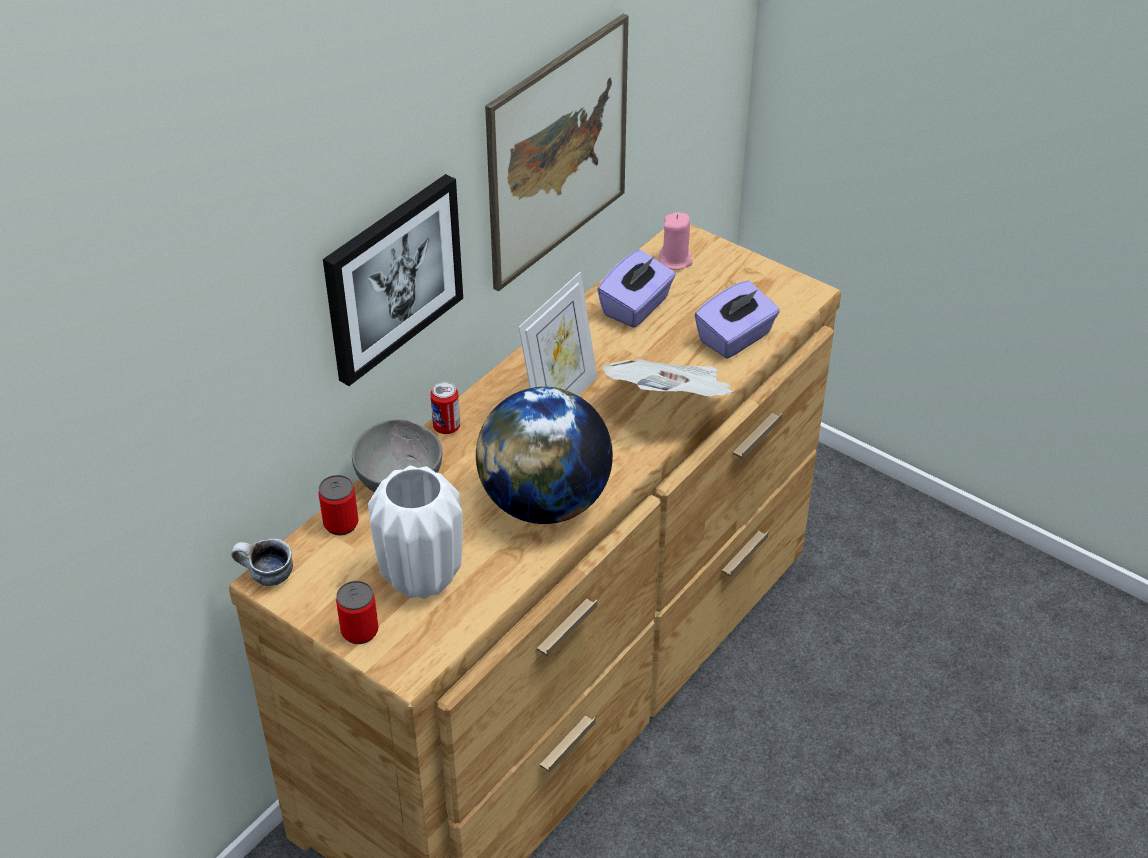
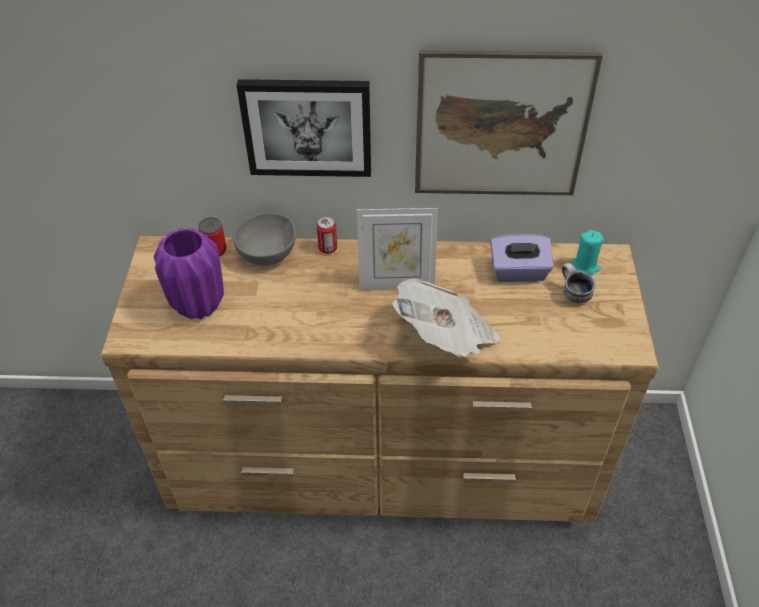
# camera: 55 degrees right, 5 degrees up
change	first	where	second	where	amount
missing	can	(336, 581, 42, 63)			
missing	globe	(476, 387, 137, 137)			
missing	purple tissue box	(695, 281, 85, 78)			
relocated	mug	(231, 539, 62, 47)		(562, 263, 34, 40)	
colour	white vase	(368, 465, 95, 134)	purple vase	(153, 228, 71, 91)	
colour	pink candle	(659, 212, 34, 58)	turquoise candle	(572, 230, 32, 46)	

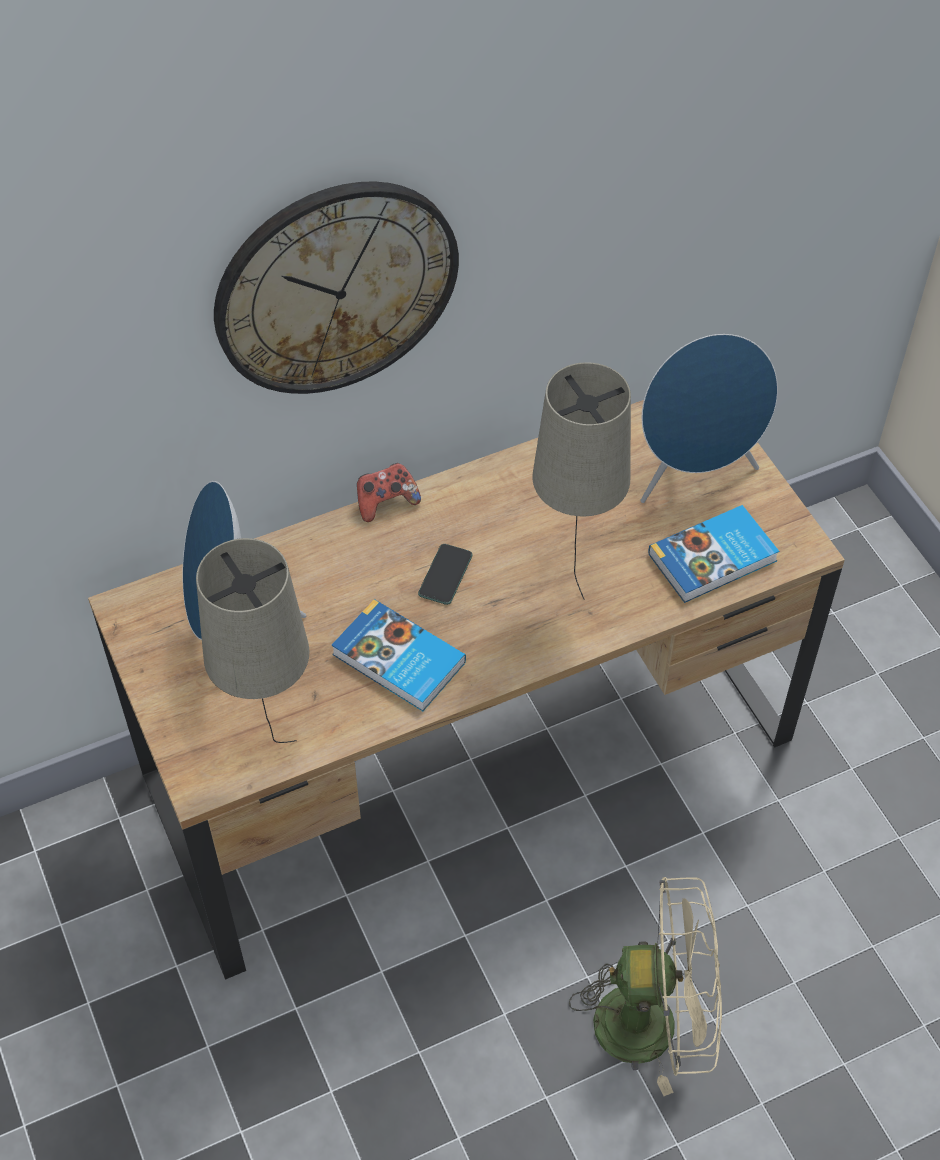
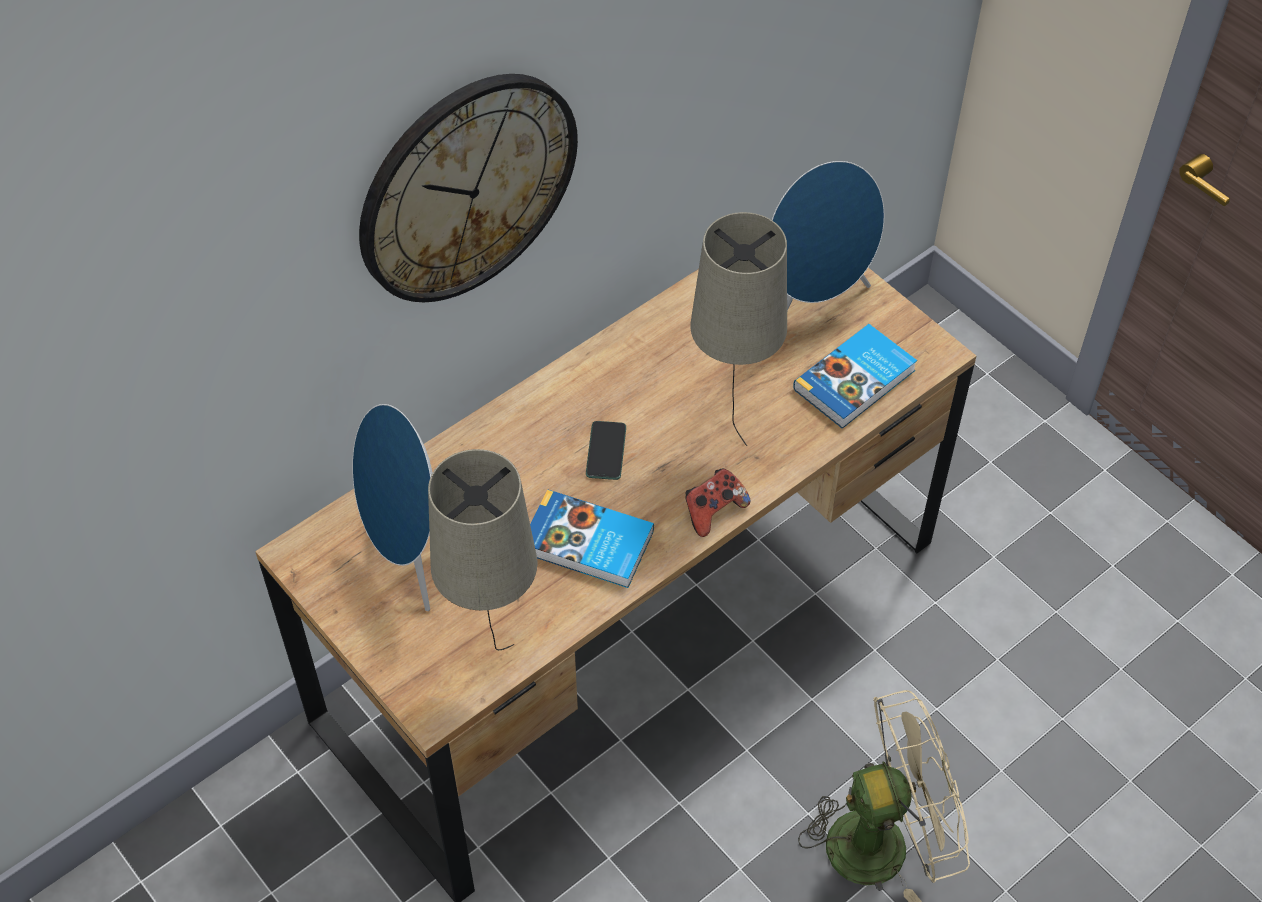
# camera: 15 degrees left, 0 degrees up
change	first	where	second	where	amount
relocated	game controller	(357, 463, 64, 59)		(685, 468, 65, 69)	

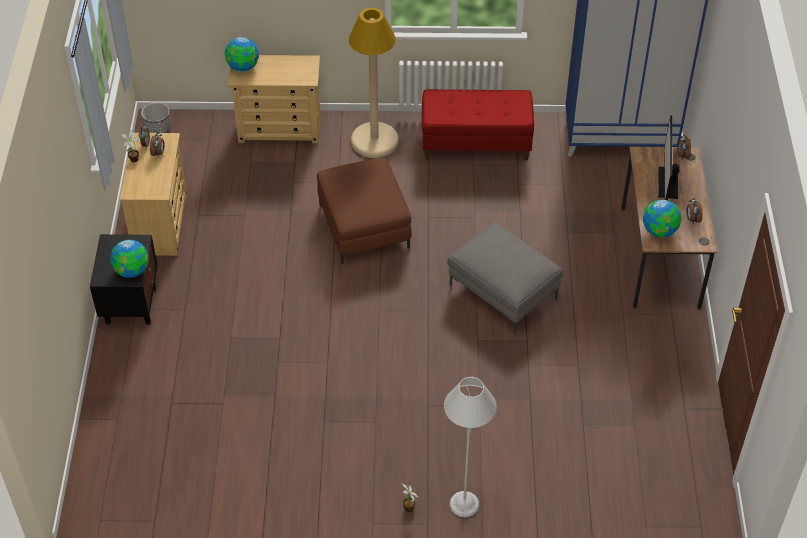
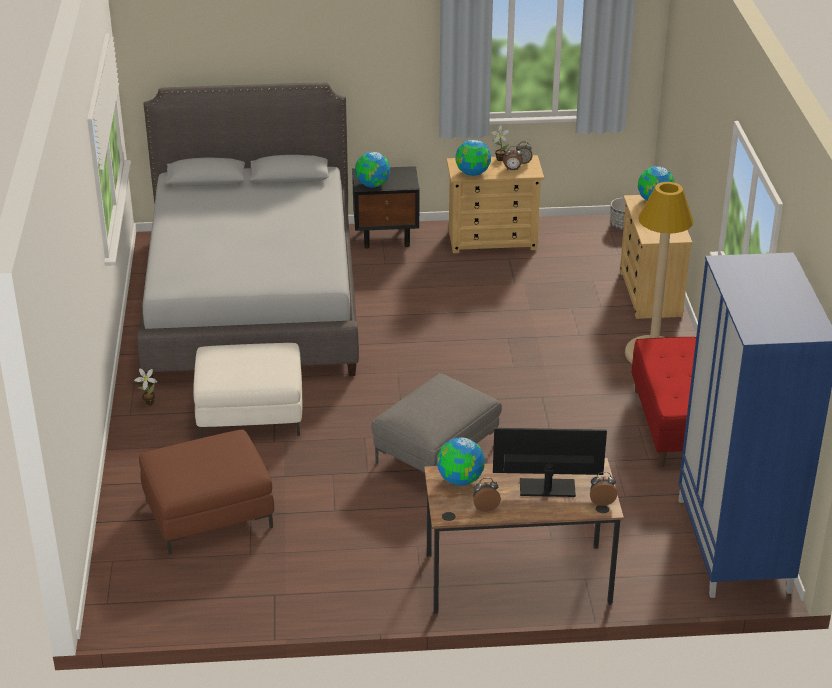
# camera: 85 degrees right, 15 degrees down
change	first	where	second	where	amount
missing	grey floor lamp	(444, 377, 53, 141)			
appeared			grey bed	(137, 82, 222, 303)	
appeared			white ottoman	(193, 343, 109, 95)	
appeared			globe	(456, 140, 35, 36)	
relocated	brown ottoman	(317, 157, 94, 107)		(139, 430, 135, 125)	

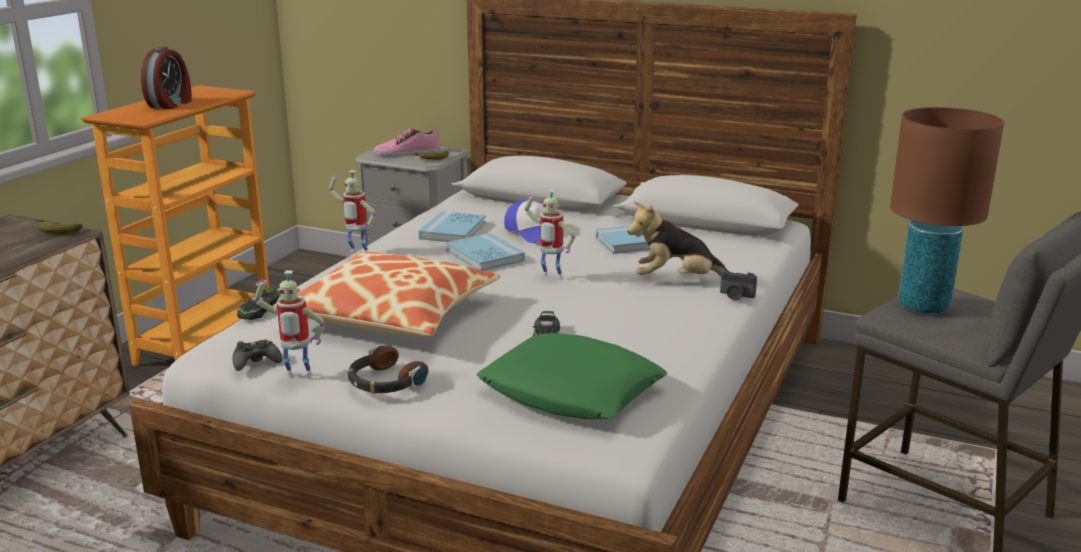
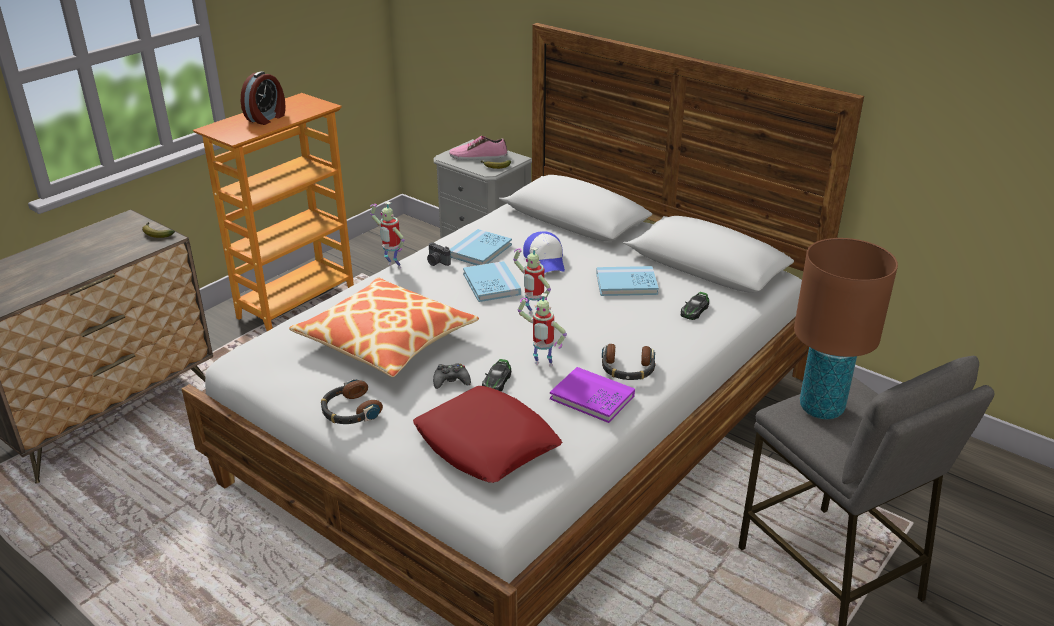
# camera: 15 degrees right, 10 degrees up
change	first	where	second	where	amount
missing	plush toy	(627, 201, 103, 75)			
appeared			purple book	(550, 367, 85, 56)	
appeared			headphones	(602, 344, 54, 36)	
relocated	black game controller	(233, 339, 50, 32)		(433, 364, 38, 25)	
relocated	toy car	(237, 288, 42, 32)		(681, 292, 28, 28)	
relocated	toy robot	(254, 271, 71, 104)		(518, 293, 49, 74)	
relocated	photo camera	(720, 271, 37, 29)		(427, 242, 24, 24)	
colour	green pillow	(477, 333, 190, 86)	red pillow	(413, 386, 149, 97)	

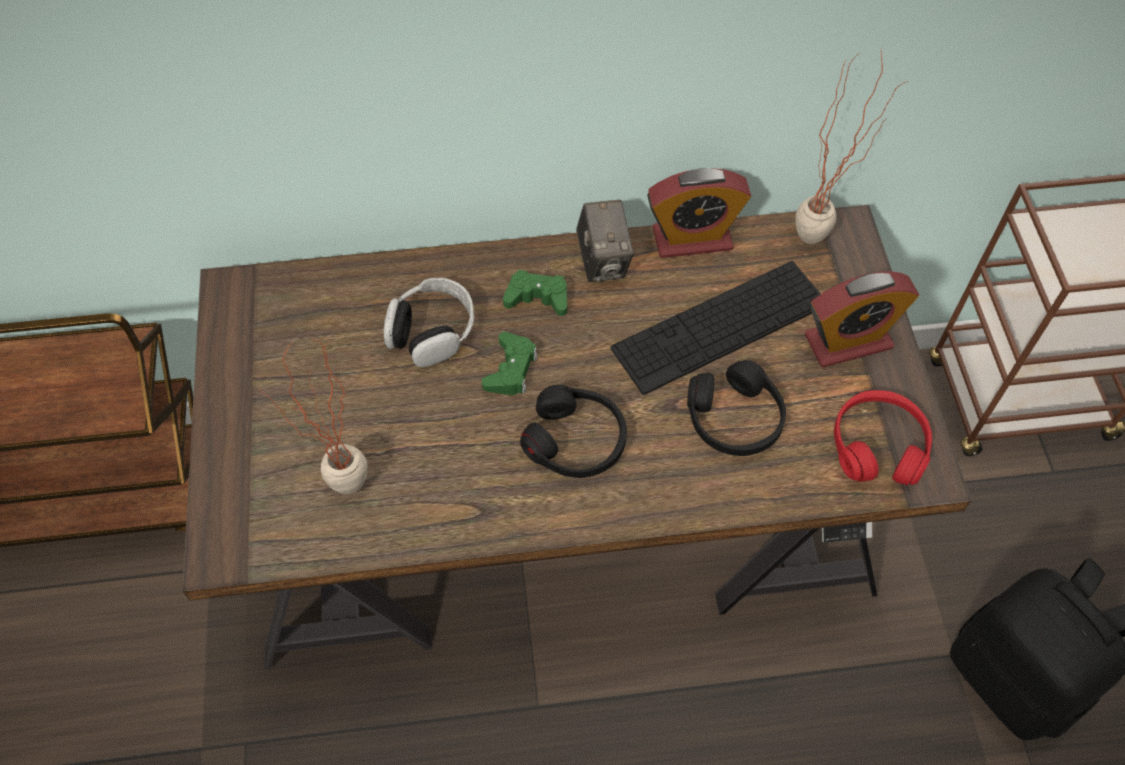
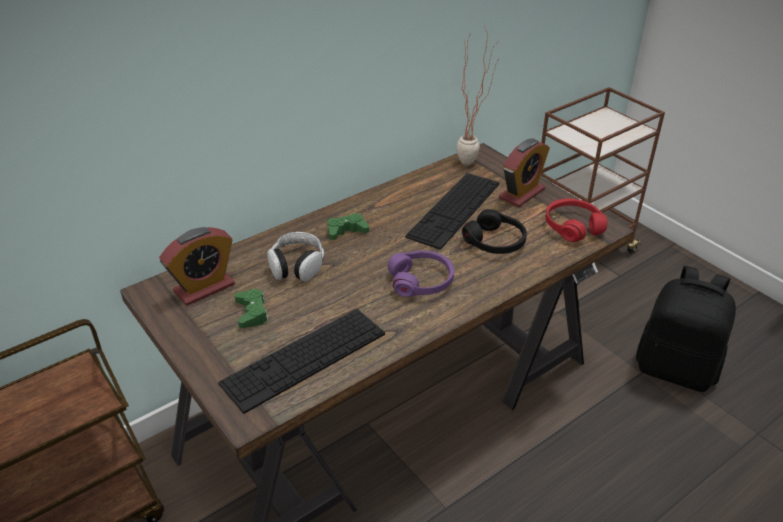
# camera: 30 degrees left, 20 degrees down
change	first	where	second	where	amount
missing	photo camera	(576, 200, 58, 82)			
relocated	green game controller	(482, 332, 56, 63)		(234, 289, 35, 39)	
relocated	alarm clock	(647, 168, 104, 90)		(159, 227, 76, 79)	
exchanged	potted plant	(258, 339, 110, 156)	keyboard	(218, 309, 167, 105)	
colour	black headphones	(520, 385, 107, 93)	purple headphones	(388, 251, 66, 46)	

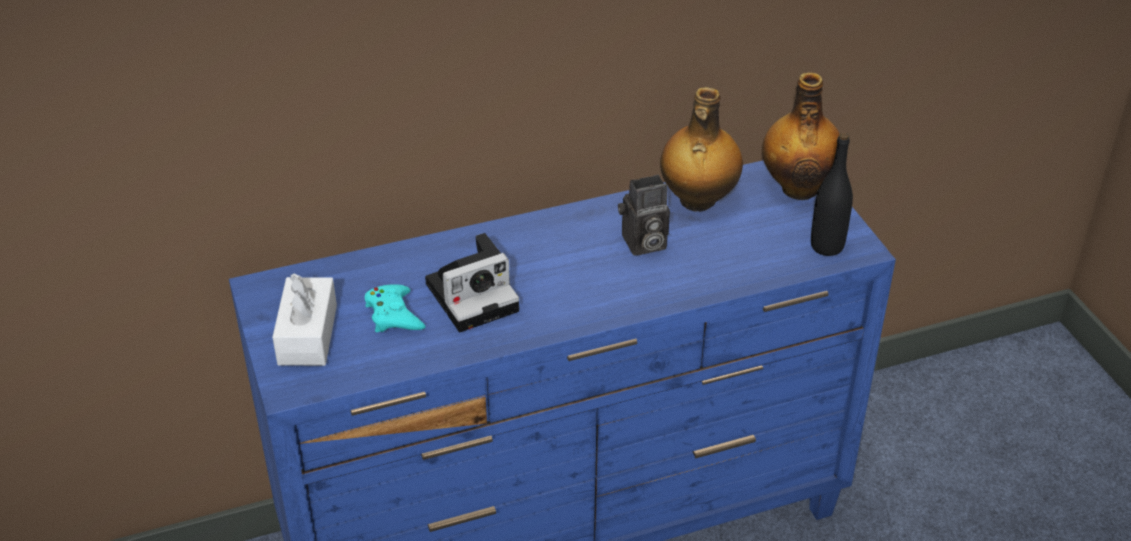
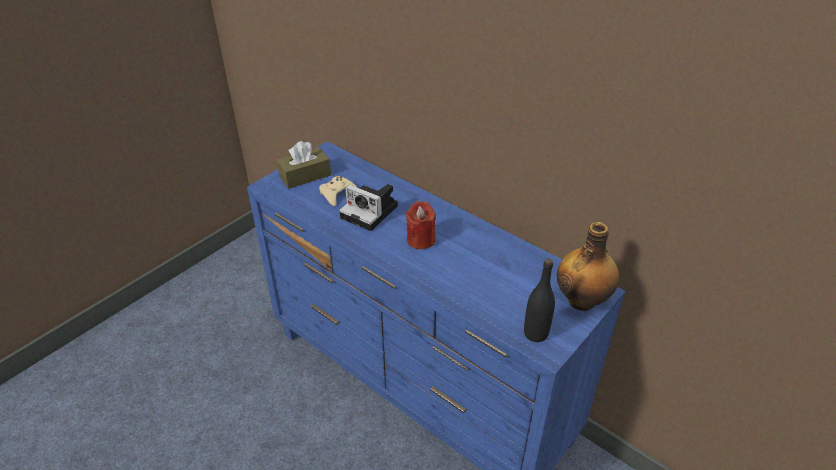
# camera: 60 degrees right, 0 degrees up
change	first	where	second	where	amount
missing	photo camera	(618, 175, 52, 81)			
missing	bottle	(660, 87, 83, 125)			
appeared			red candle	(406, 201, 30, 48)	
colour	white tissue box	(272, 273, 65, 93)	brown tissue box	(277, 141, 54, 48)	
colour	turquoise game controller	(364, 284, 62, 48)	beige game controller	(319, 176, 39, 31)	

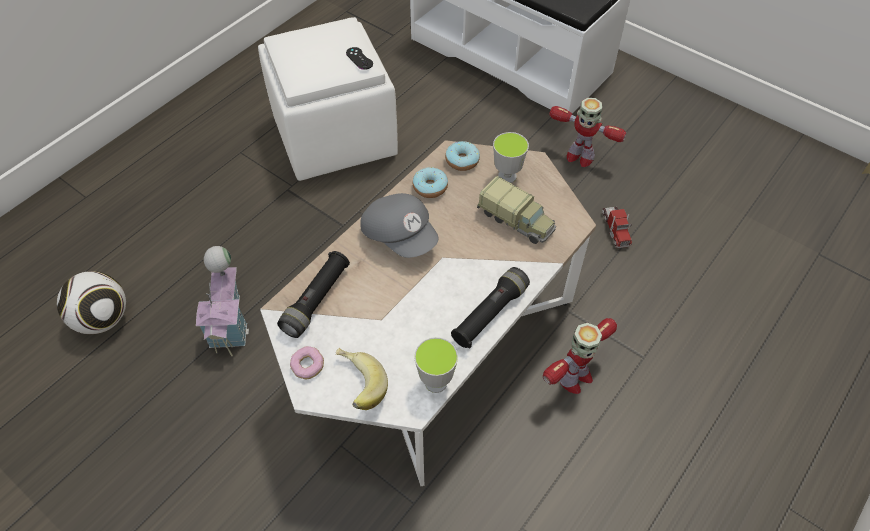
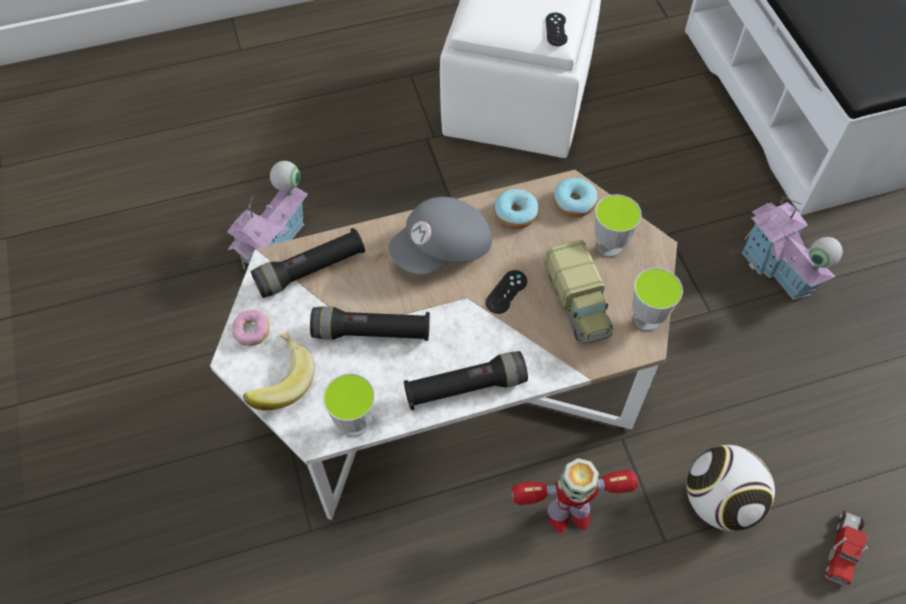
# camera: 35 degrees right, 5 degrees up
change	first	where	second	where	amount
appeared			black flashlight	(310, 306, 120, 35)	
appeared			black game controller	(486, 270, 41, 44)	
appeared			cup	(632, 268, 51, 63)	
relocated	football	(57, 271, 69, 63)		(687, 445, 88, 86)	
relocated	toy truck	(602, 206, 30, 42)		(825, 511, 43, 75)	
exchanged	toy robot	(549, 98, 78, 69)	toy house	(741, 192, 102, 108)	
spun	grey cap	(360, 193, 78, 65)		(388, 197, 104, 78)	60 degrees clockwise

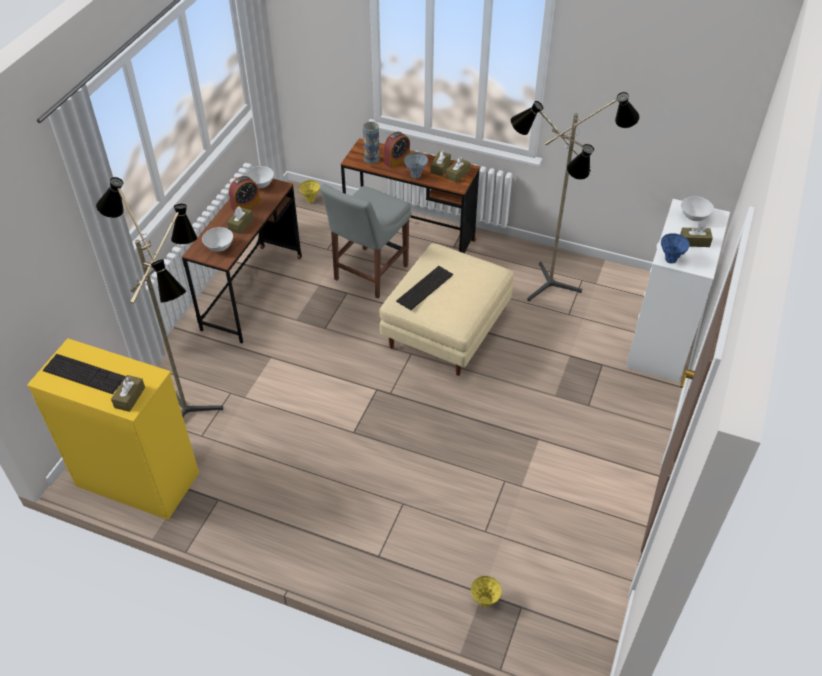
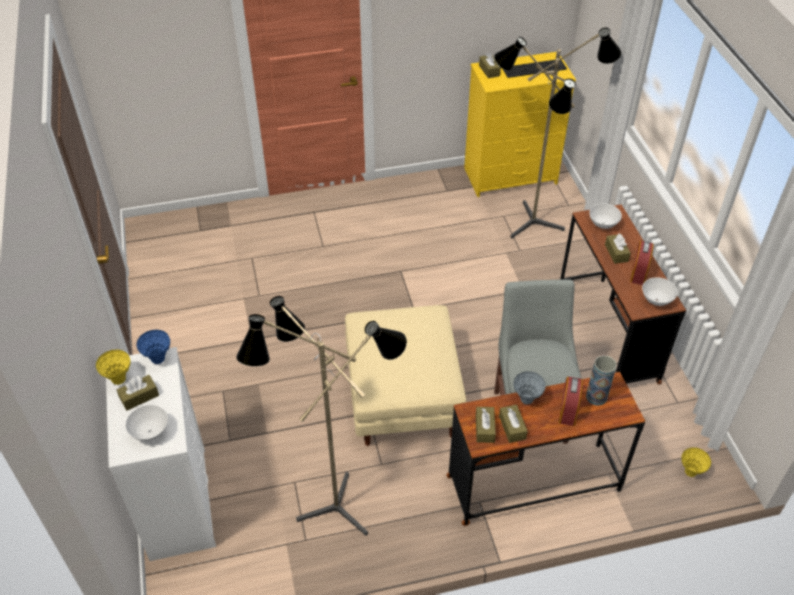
# camera: 145 degrees right, 0 degrees up
change	first	where	second	where	amount
missing	keyboard	(396, 266, 57, 44)			
relocated	yellow vase	(471, 576, 31, 31)		(96, 349, 35, 36)	

